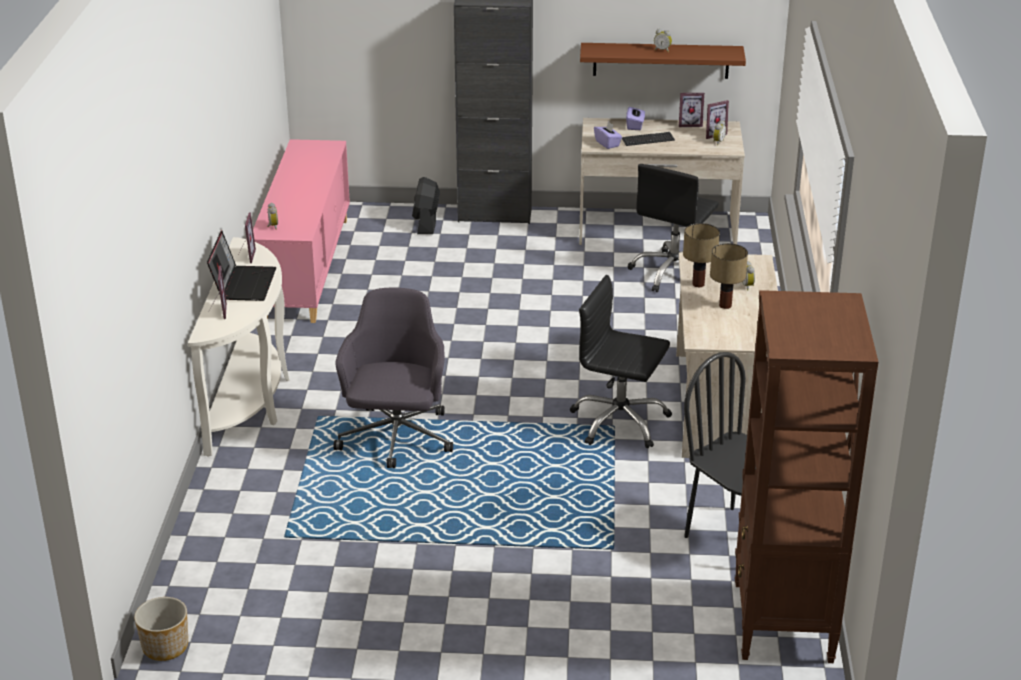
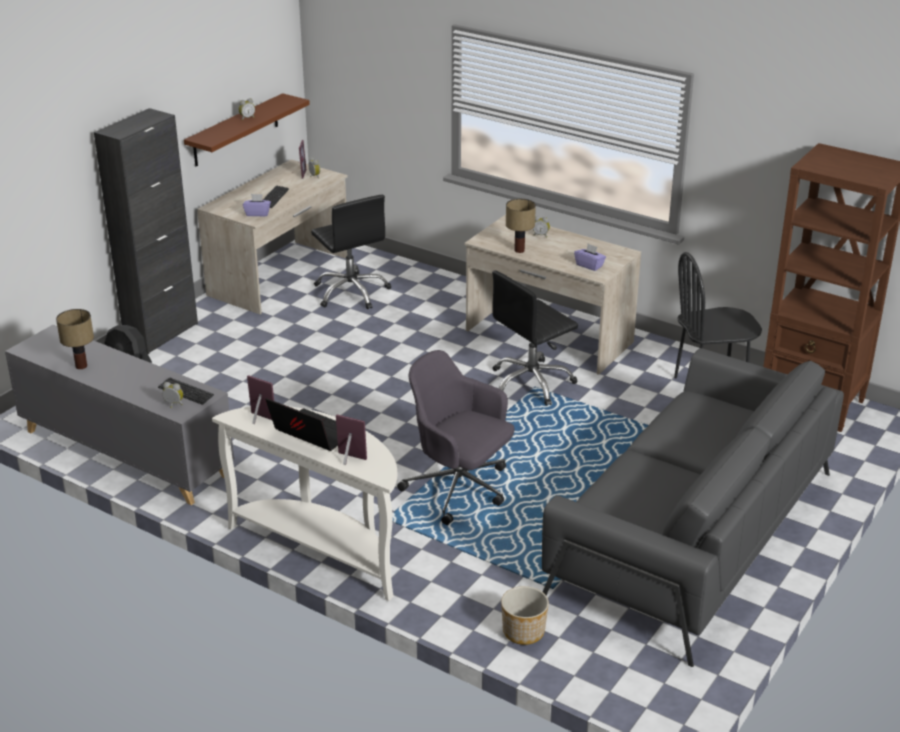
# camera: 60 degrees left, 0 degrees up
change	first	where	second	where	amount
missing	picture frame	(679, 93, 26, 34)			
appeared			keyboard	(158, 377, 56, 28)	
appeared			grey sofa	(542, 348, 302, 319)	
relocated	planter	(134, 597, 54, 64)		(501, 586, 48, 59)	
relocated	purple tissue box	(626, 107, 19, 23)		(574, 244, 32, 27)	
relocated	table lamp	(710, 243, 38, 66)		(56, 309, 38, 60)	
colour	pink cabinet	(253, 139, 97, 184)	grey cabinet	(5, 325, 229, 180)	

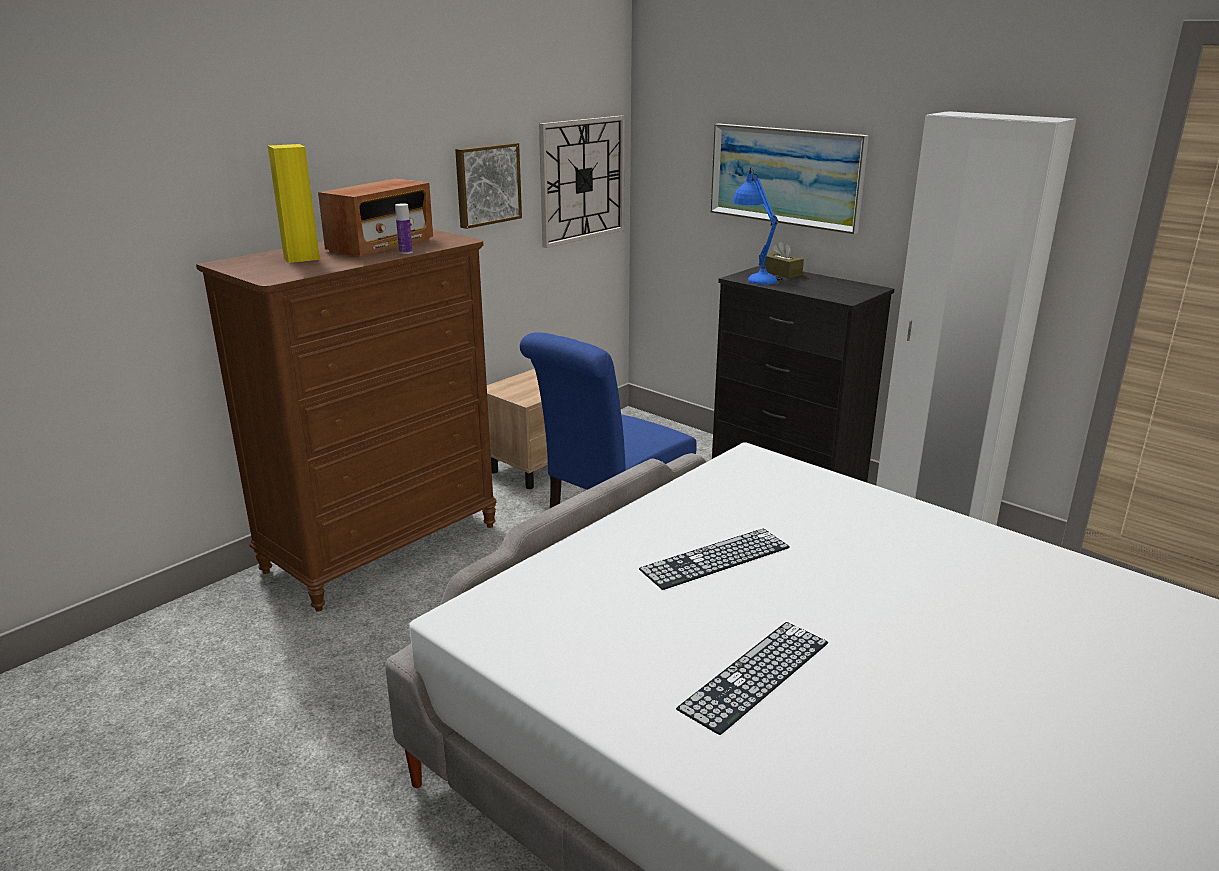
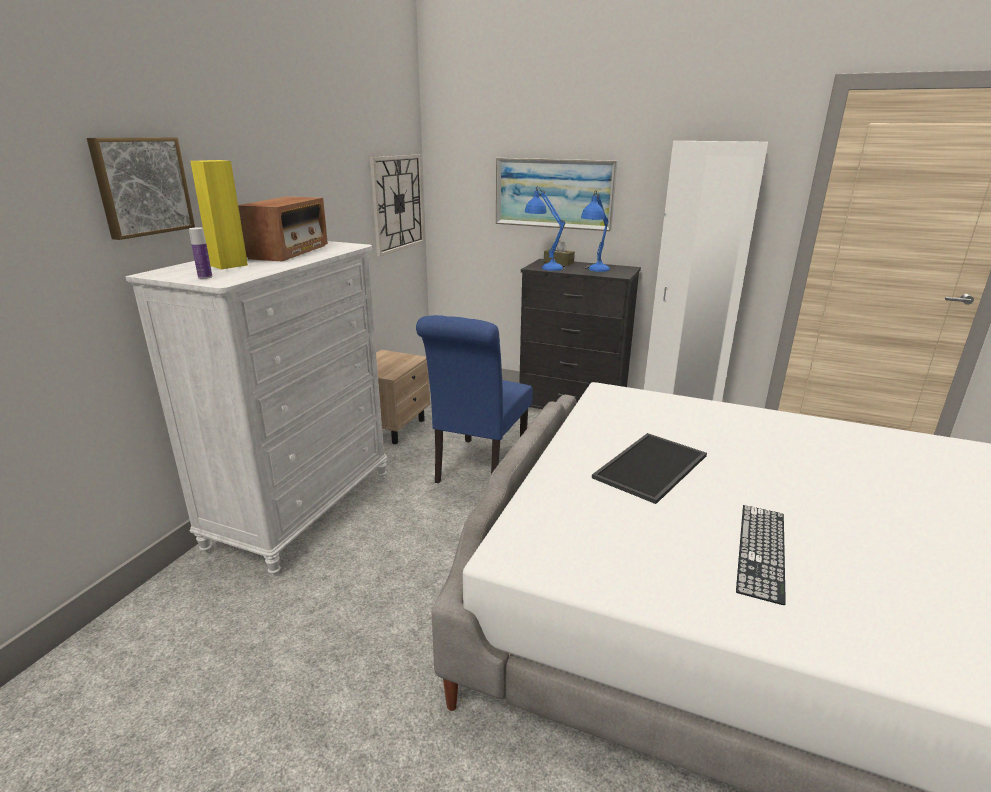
# camera: 20 degrees left, 0 degrees up
change	first	where	second	where	amount
appeared			blue table lamp	(581, 190, 29, 82)	
relocated	bottle	(395, 203, 18, 51)		(189, 227, 23, 52)	
relocated	picture	(455, 143, 67, 86)		(87, 137, 108, 103)	
exchanged	keyboard	(639, 529, 151, 61)	tray	(592, 433, 115, 71)	
colour	brown dresser	(196, 229, 300, 383)	white dresser	(125, 241, 262, 336)	

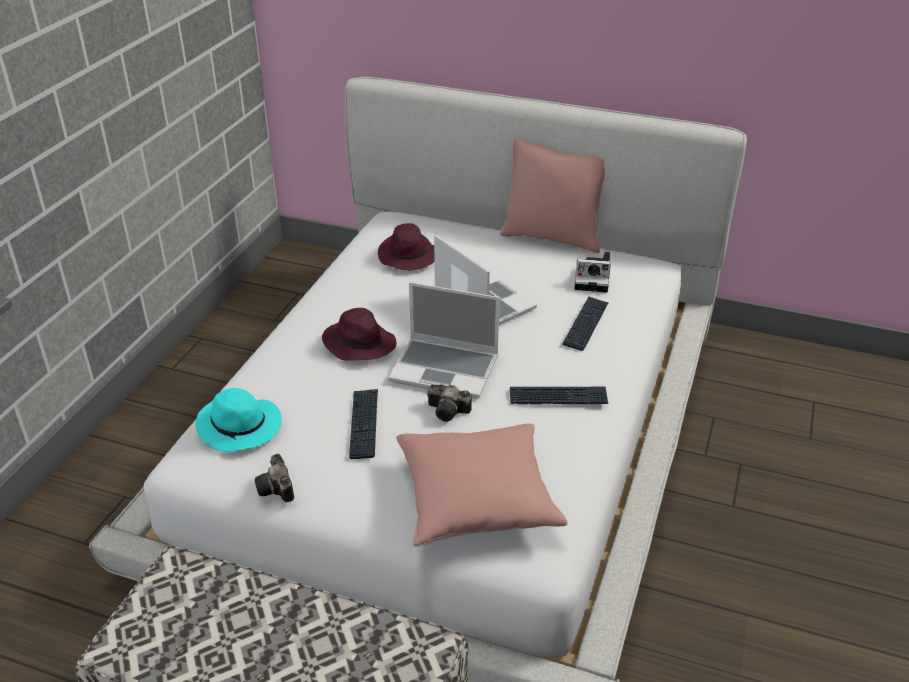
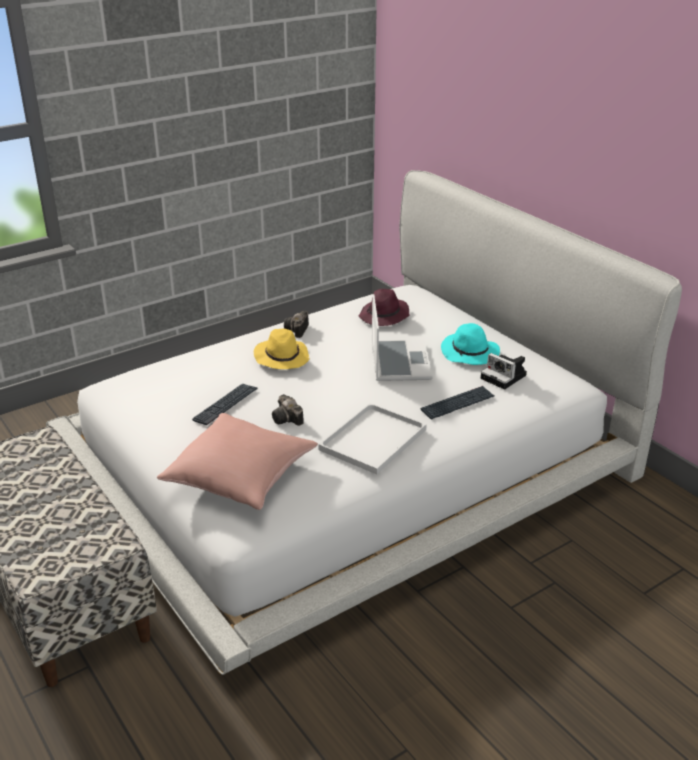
# camera: 35 degrees right, 5 degrees down
change	first	where	second	where	amount
missing	laptop	(388, 282, 112, 116)			
missing	pink pillow	(500, 138, 105, 115)			
relocated	turquoise hat	(195, 388, 87, 64)		(441, 323, 59, 42)	
relocated	photo camera	(255, 454, 39, 49)		(284, 311, 25, 27)	
exchanged	keyboard	(510, 387, 98, 17)	white tray	(318, 403, 109, 71)	
colour	purple hat	(322, 308, 75, 53)	yellow hat	(254, 329, 55, 40)	

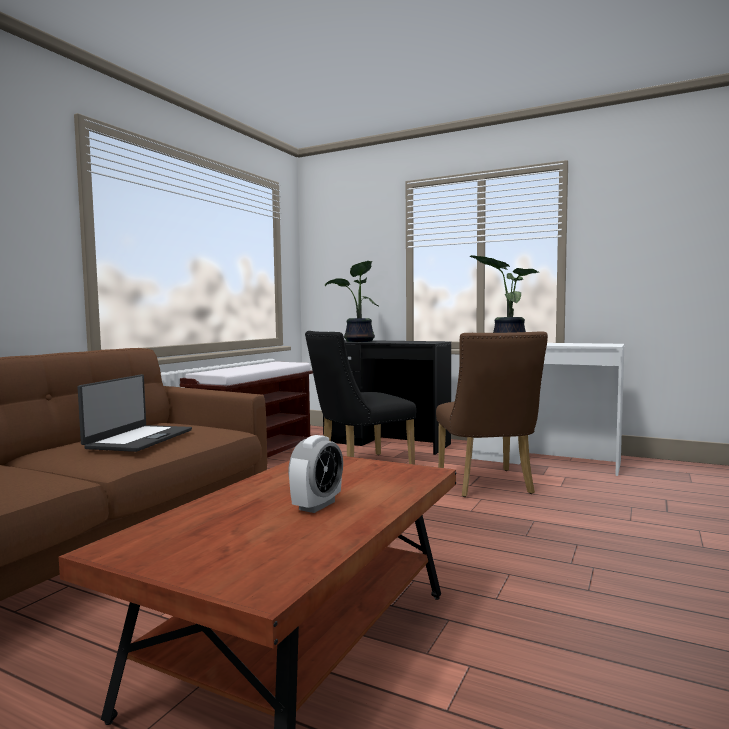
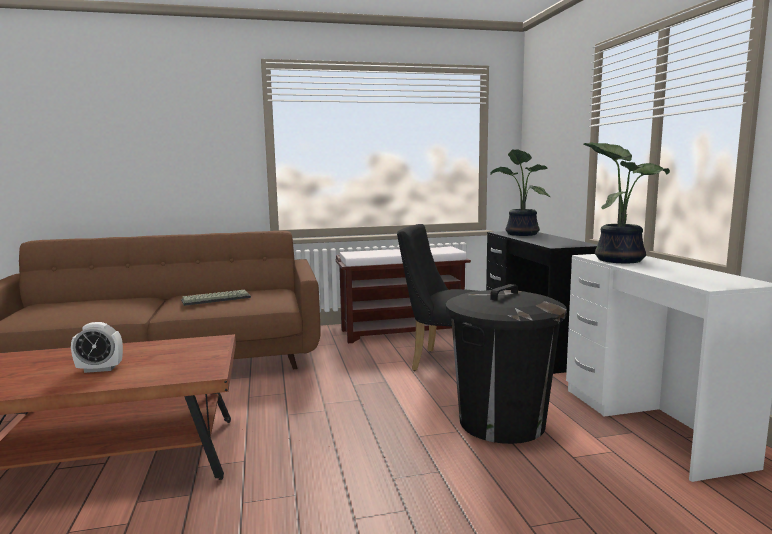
# camera: 50 degrees right, 5 degrees up
change	first	where	second	where	amount
exchanged	laptop	(78, 374, 114, 78)	keyboard	(181, 290, 70, 16)	
exchanged	brown chair	(436, 332, 112, 165)	black trash can	(446, 284, 121, 160)	

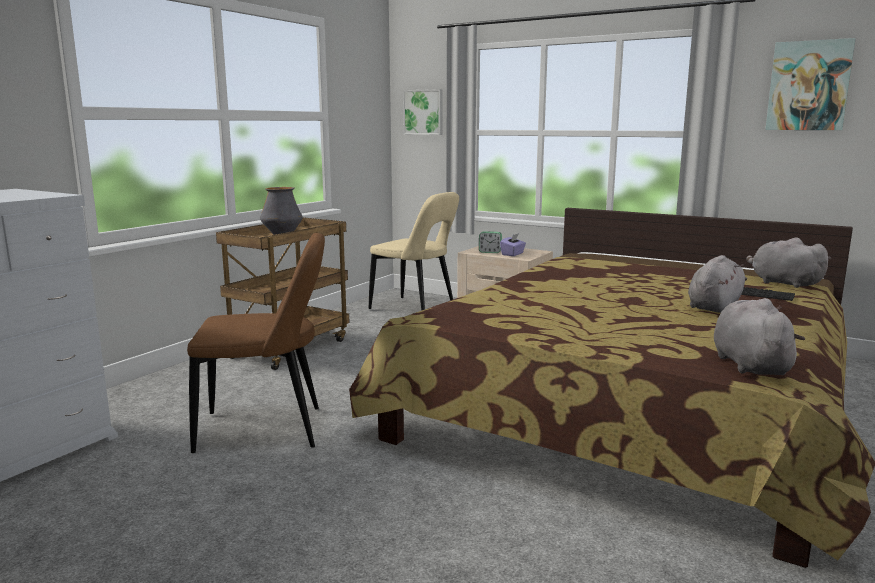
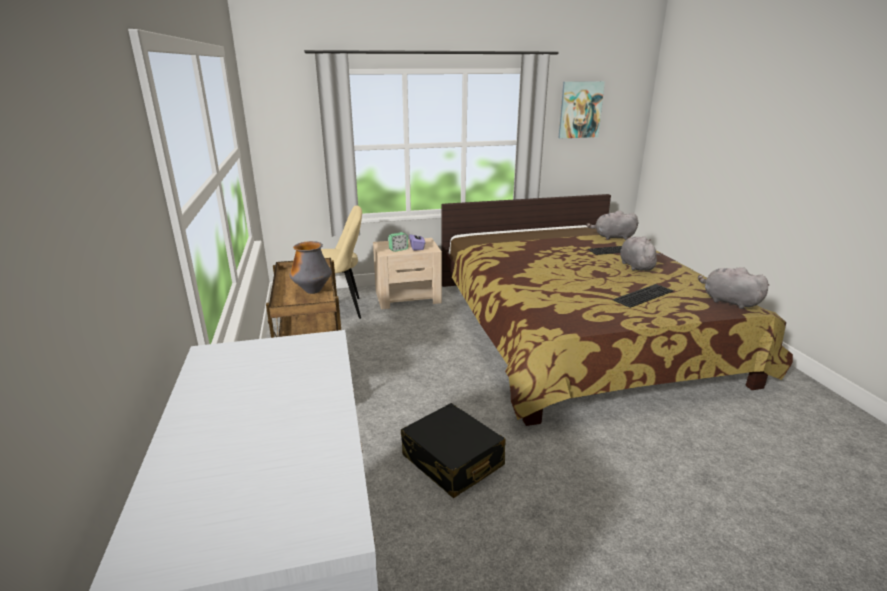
# camera: 45 degrees left, 10 degrees up
change	first	where	second	where	amount
missing	picture	(403, 89, 40, 46)			
appeared			keyboard	(613, 284, 61, 24)	
exchanged	brown chair	(187, 233, 138, 220)	black suitcase	(401, 403, 105, 95)	

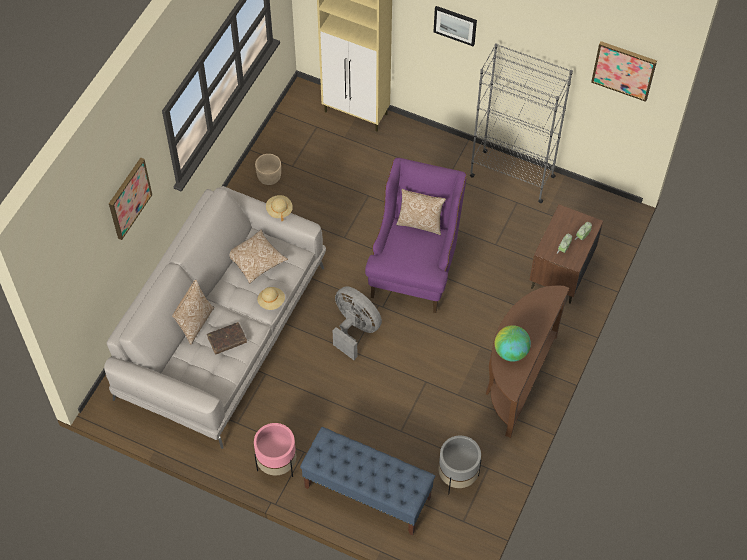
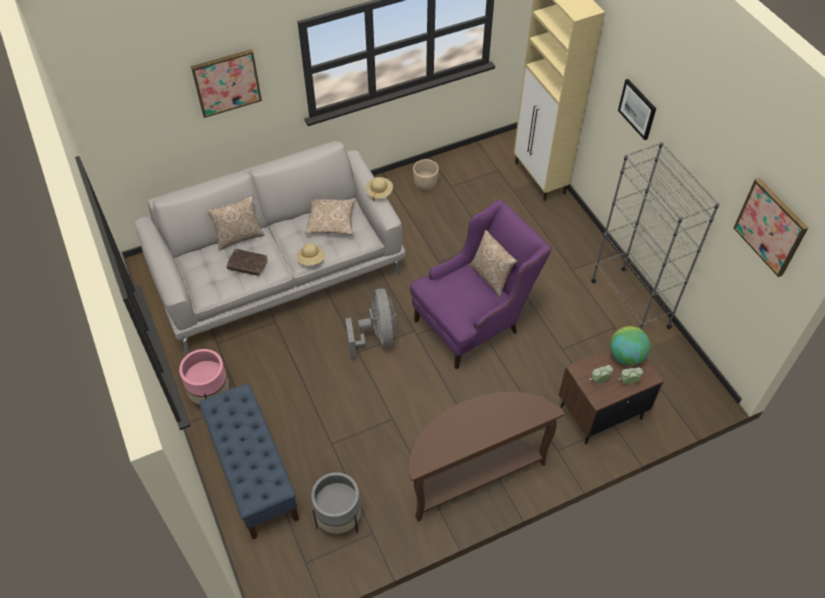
# camera: 40 degrees right, 5 degrees down
change	first	where	second	where	amount
relocated	globe	(495, 325, 36, 37)		(610, 326, 41, 40)	

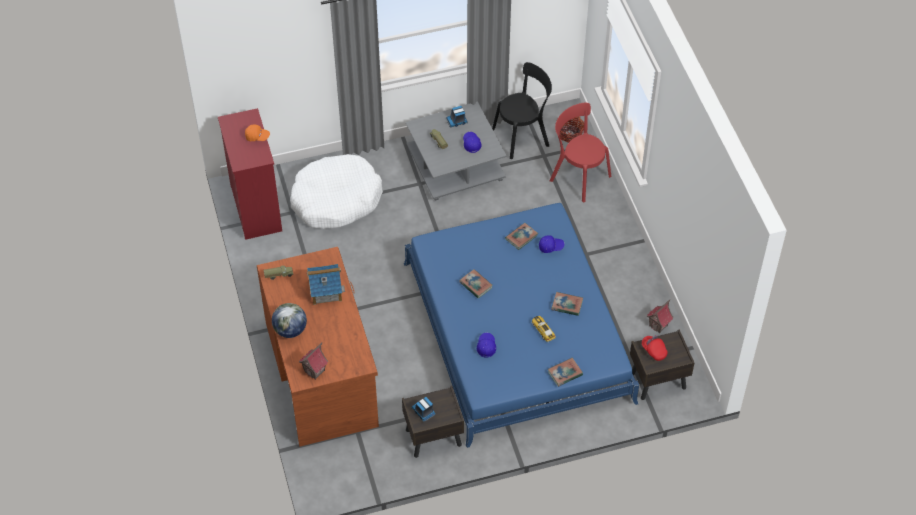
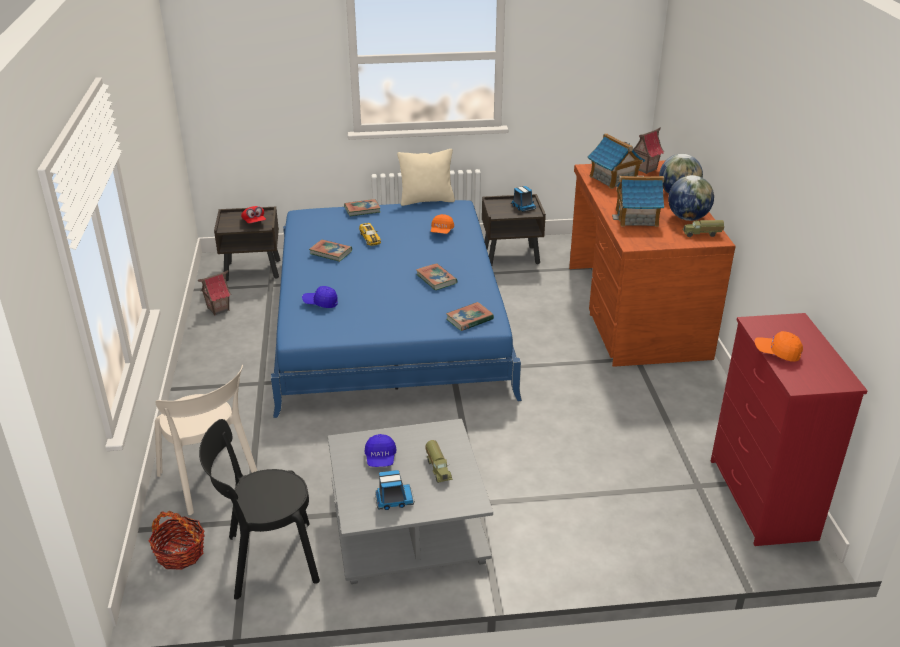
# camera: 170 degrees left, 20 degrees down
change	first	where	second	where	amount
missing	white dog bed	(290, 154, 93, 75)			
appeared			beige pillow	(397, 149, 58, 57)	
appeared			toy house	(588, 133, 57, 56)	
appeared			globe	(668, 175, 46, 46)	
relocated	book	(505, 223, 33, 27)		(446, 302, 48, 29)	
colour	blue cap	(477, 333, 19, 25)	orange cap	(431, 214, 23, 20)	
colour	red chair	(549, 103, 62, 99)	beige chair	(155, 365, 102, 150)	

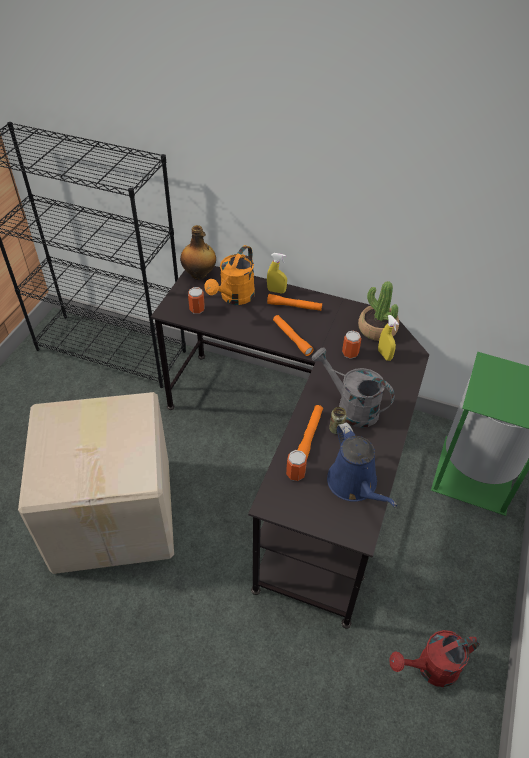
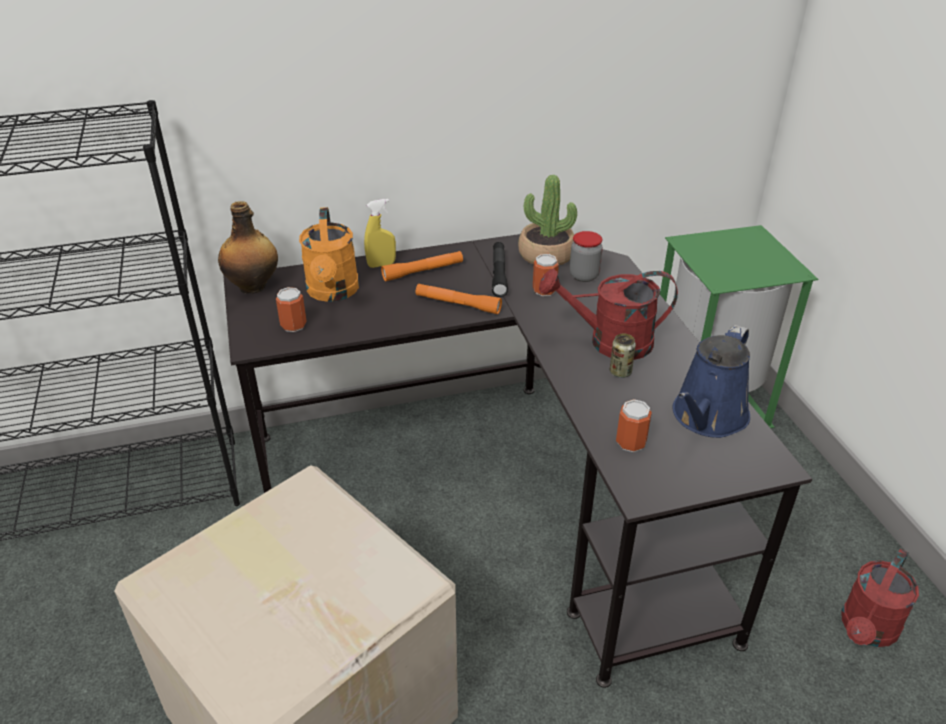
# camera: 35 degrees left, 10 degrees down
change	first	where	second	where	amount
missing	orange flashlight	(297, 405, 26, 53)			
appeared			black flashlight	(492, 242, 16, 55)	
exchanged	yellow spray bottle	(378, 315, 21, 46)	jar	(570, 231, 33, 51)	
colour	grey watering can	(311, 347, 84, 81)	red watering can	(539, 269, 139, 91)	
spun	blue watering can	(327, 423, 70, 84)		(673, 325, 77, 113)	90 degrees clockwise

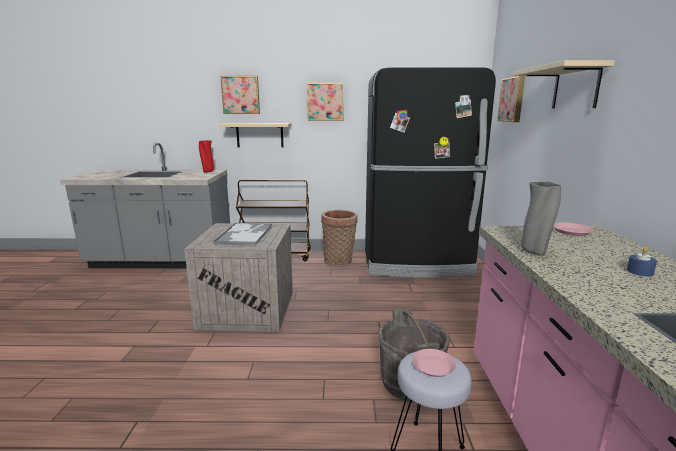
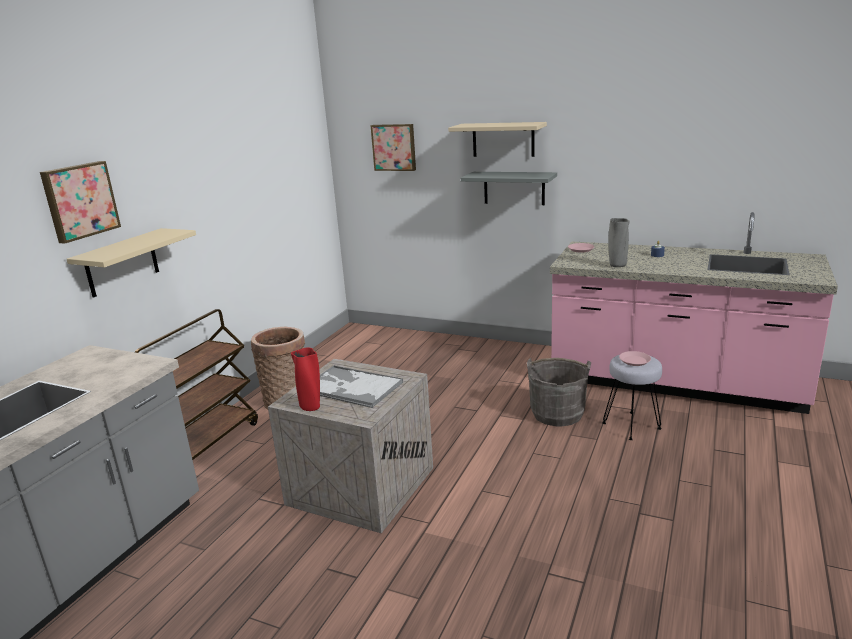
# camera: 65 degrees left, 5 degrees up
change	first	where	second	where	amount
missing	picture	(307, 83, 37, 38)			
missing	black fridge	(365, 67, 131, 211)			
appeared			grey shelf	(461, 172, 96, 33)	
relocated	red vase	(199, 140, 15, 33)		(291, 348, 29, 63)	

